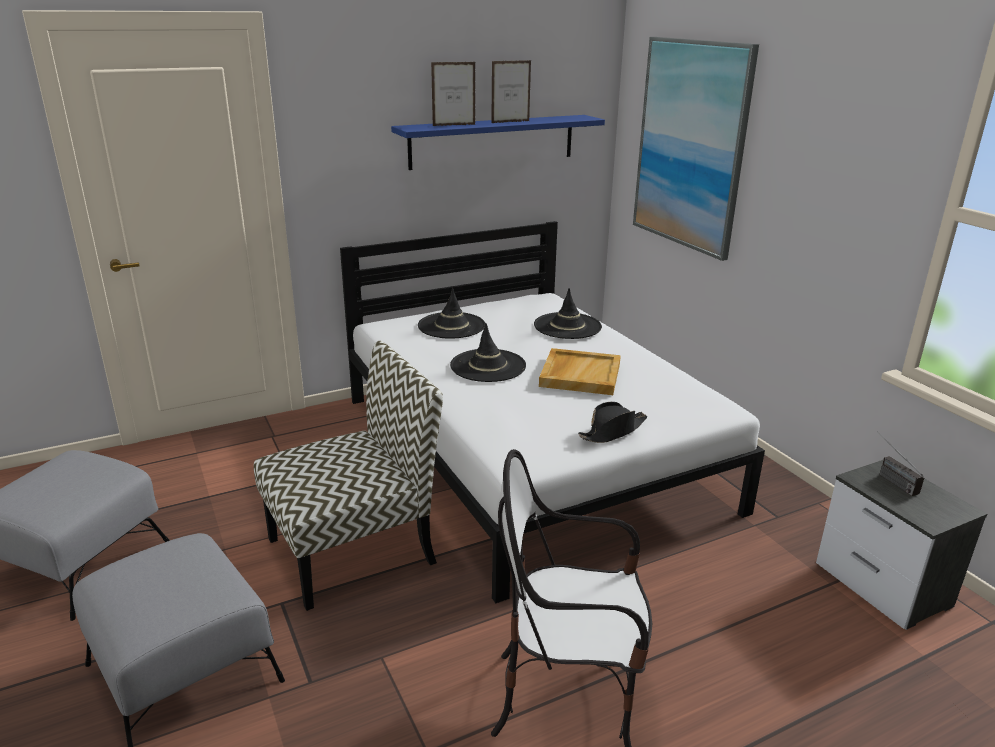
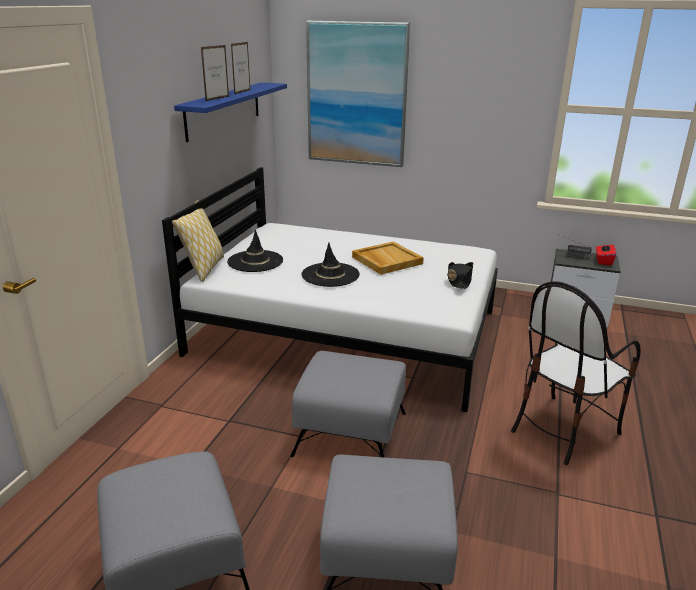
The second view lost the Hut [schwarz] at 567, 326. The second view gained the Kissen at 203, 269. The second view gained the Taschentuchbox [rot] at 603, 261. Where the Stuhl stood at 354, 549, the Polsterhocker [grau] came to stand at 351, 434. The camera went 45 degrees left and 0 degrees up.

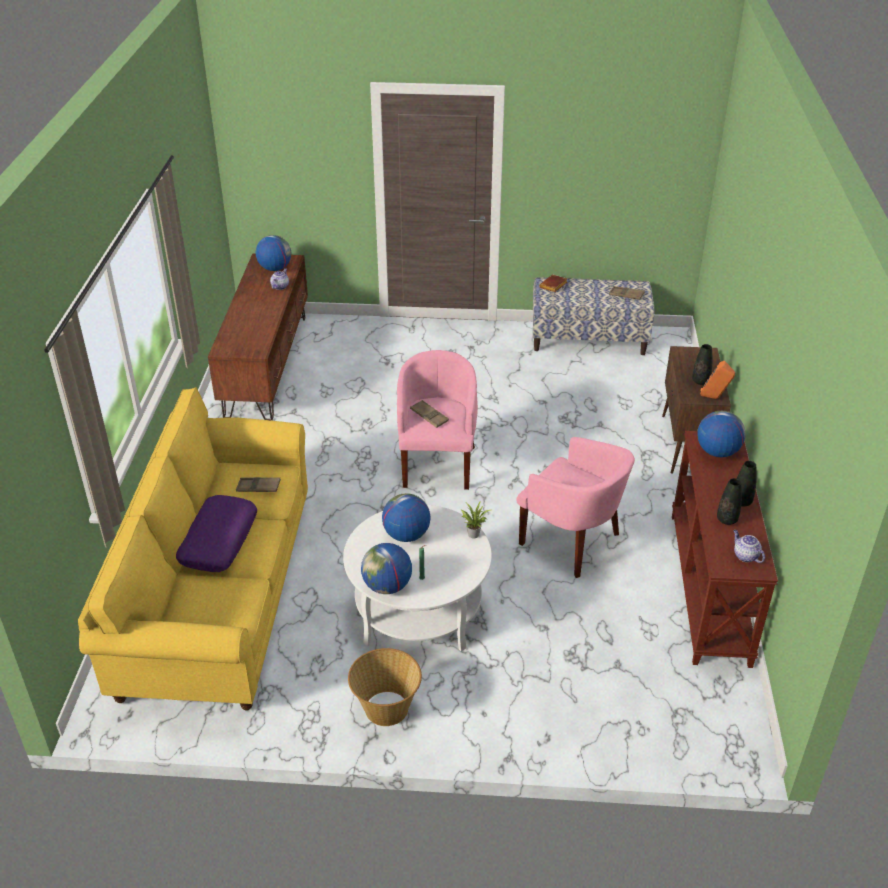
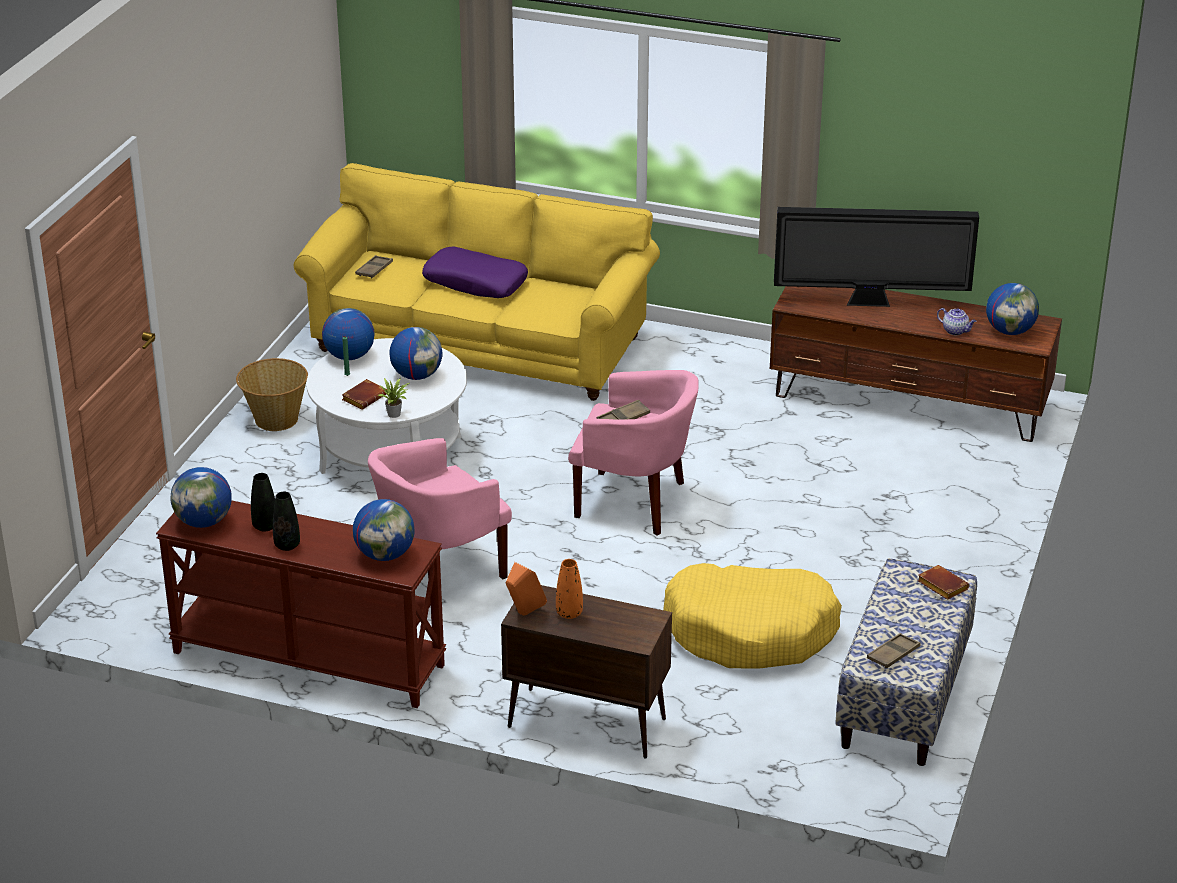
The second view gained the Buch [braun] at 364, 397. The second view gained the Hundebett [gelb] at 751, 631. The second view gained the Fernseher at 871, 303. The Tablett [braun] ended up elsewhere, having gone from 258, 487 to 374, 270. Where the Teekanne stood at 745, 556, the Globus came to stand at 204, 522. What was the Vase [schwarz] at 700, 381 turned into the Vase [orange] at 569, 613. The camera went 105 degrees right and 5 degrees down.

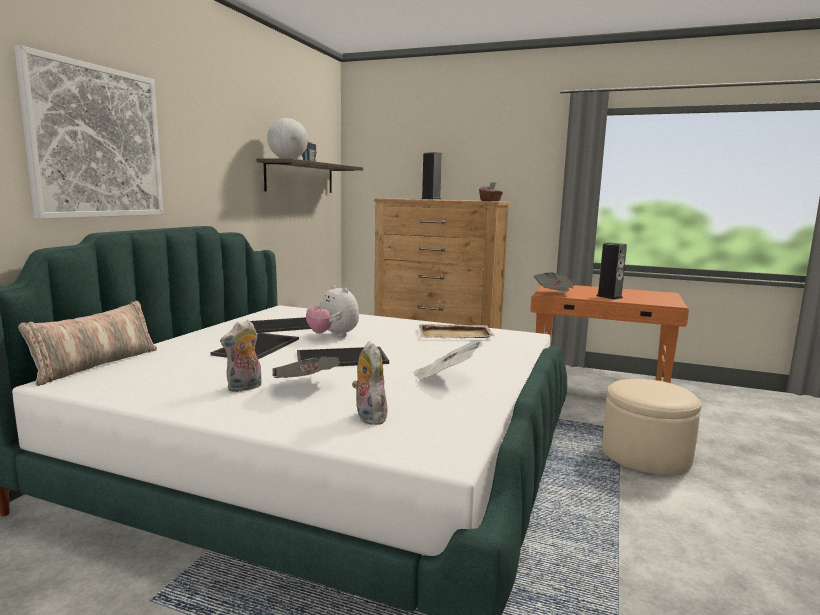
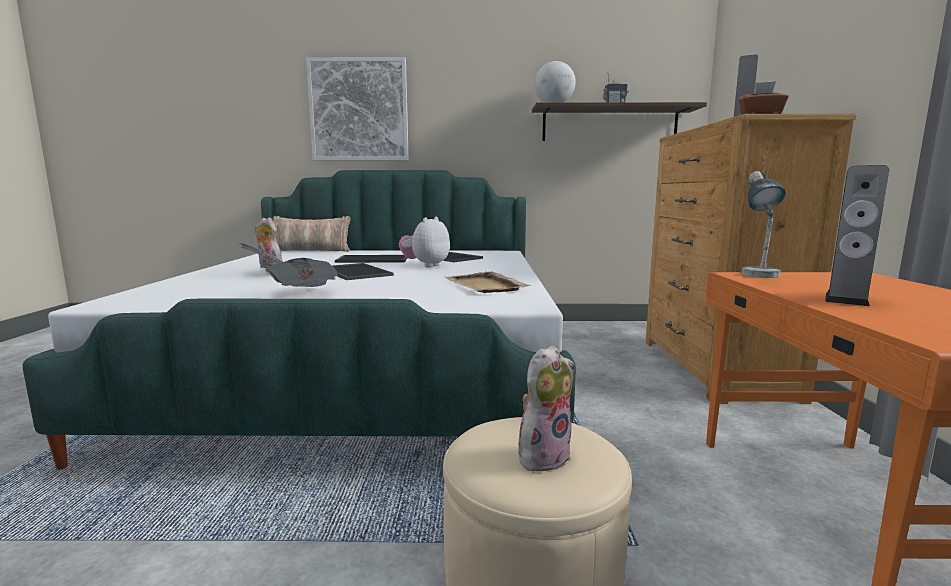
The Plüschtier ended up elsewhere, having gone from 368, 417 to 543, 456. Where the Zeitung stood at 554, 293, the Tischlampe came to stand at 758, 277. The camera went 70 degrees right and 0 degrees up.

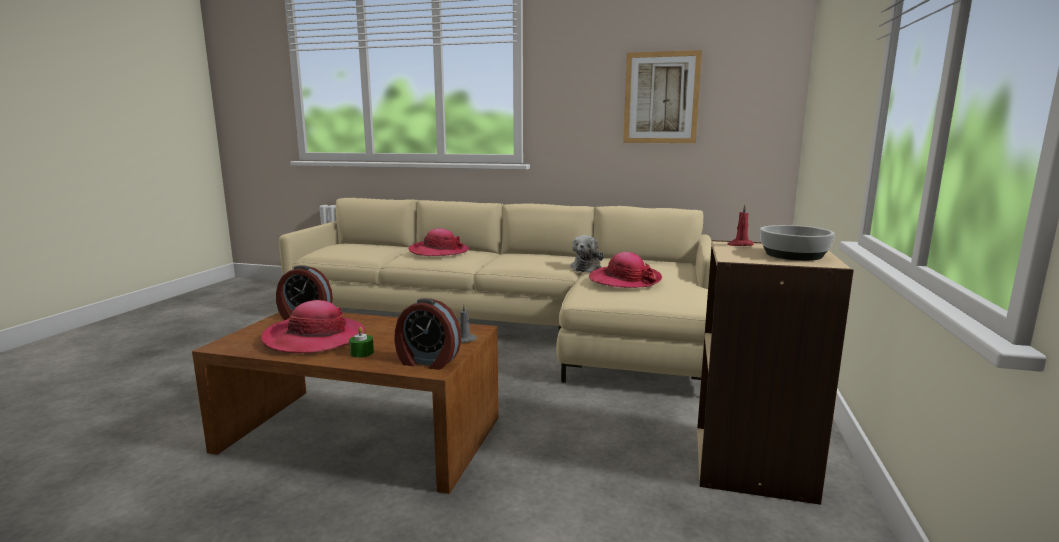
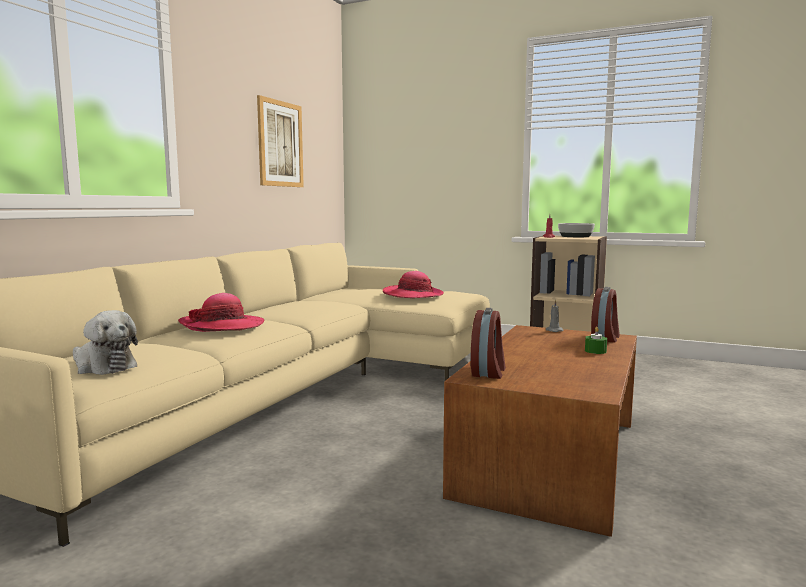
The second view lost the Hut at 315, 338. The Plüschtier ended up elsewhere, having gone from 587, 268 to 103, 366. The camera went 80 degrees left and 5 degrees down.

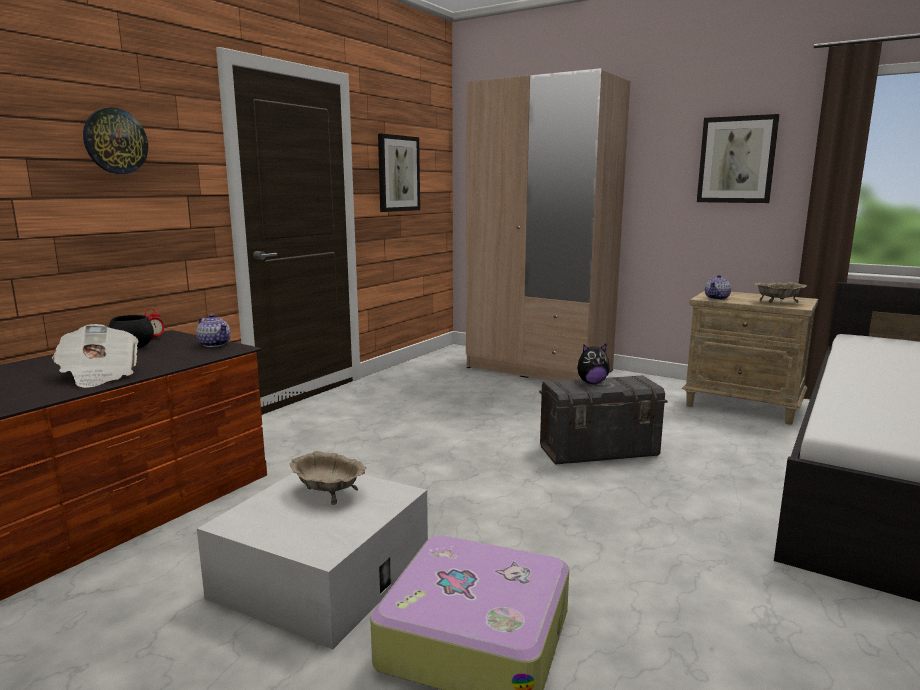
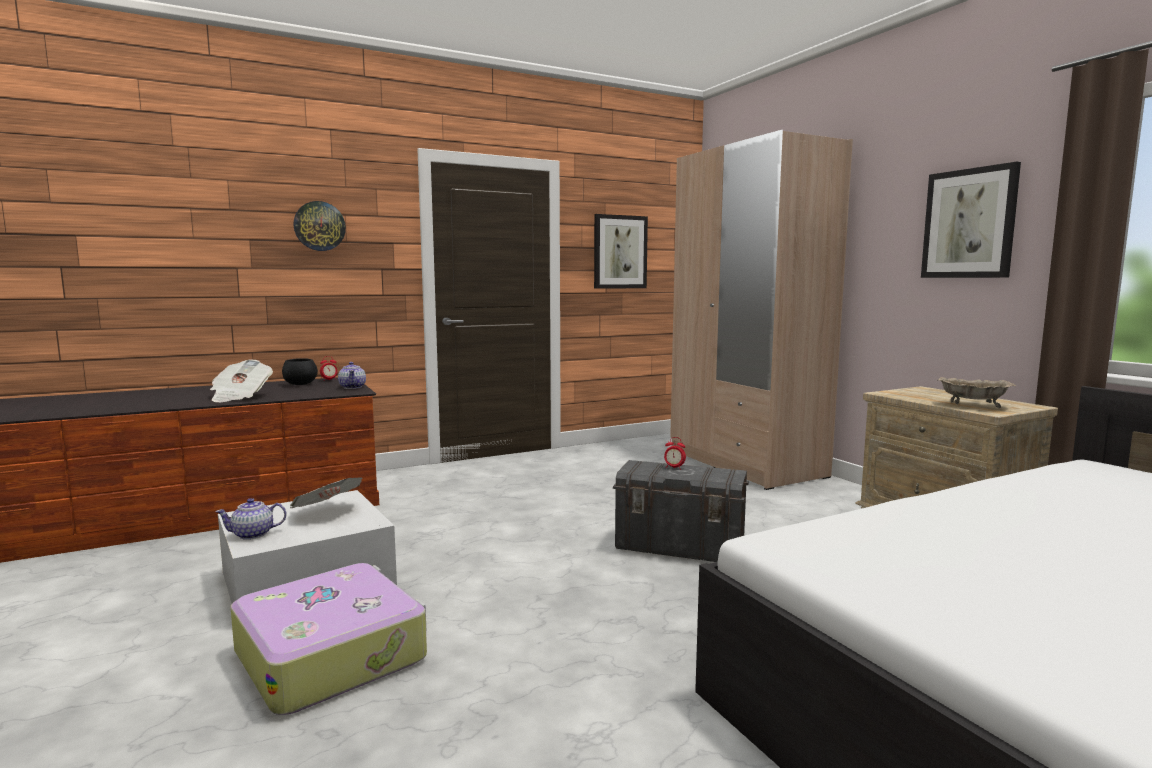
The Teekanne ended up elsewhere, having gone from 717, 298 to 253, 534. Where the Schüssel [beige] stood at 328, 493, the Zeitung came to stand at 327, 511. Where the Plüschtier stood at 591, 382, the Wecker came to stand at 674, 468. The camera went 30 degrees right and 5 degrees down.

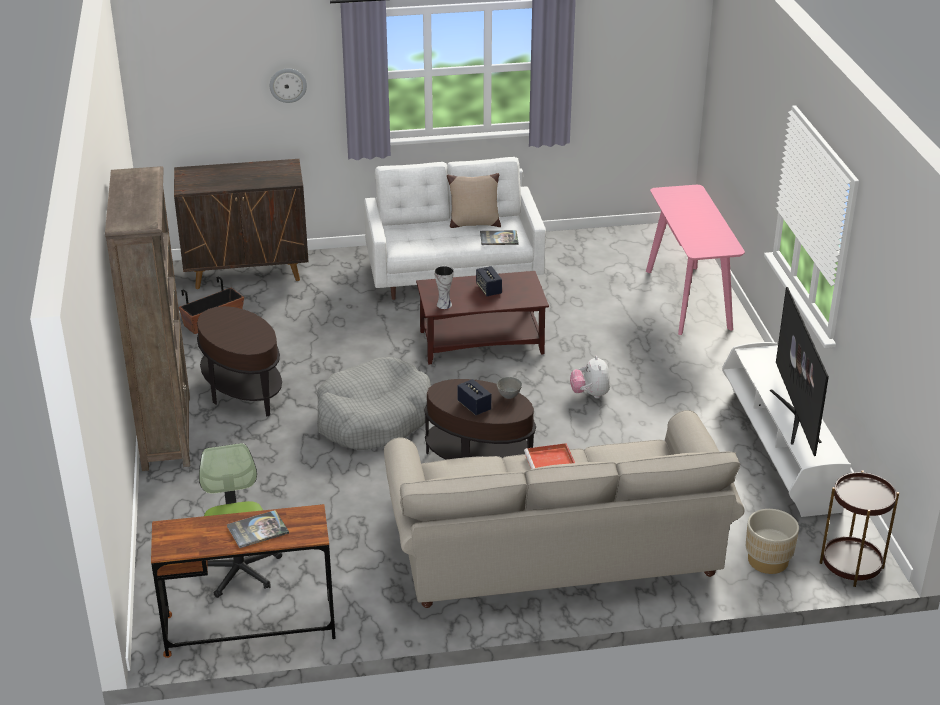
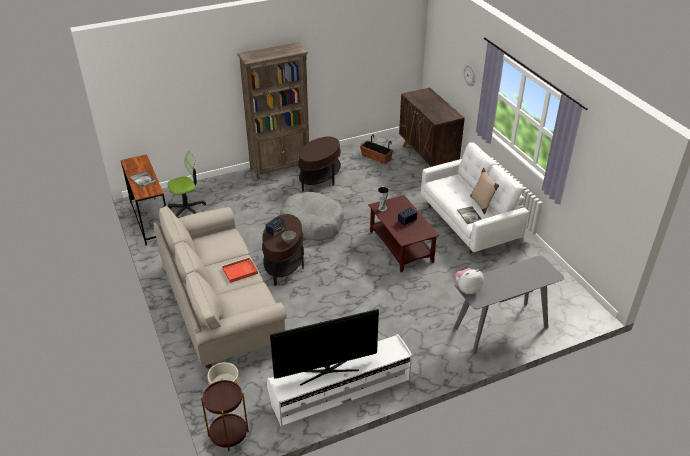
The Plüschtier ended up elsewhere, having gone from 590, 394 to 467, 289. What was the Konsolentisch [rosa] at 688, 299 turned into the Konsolentisch [grau] at 500, 328. The camera went 75 degrees right and 5 degrees up.

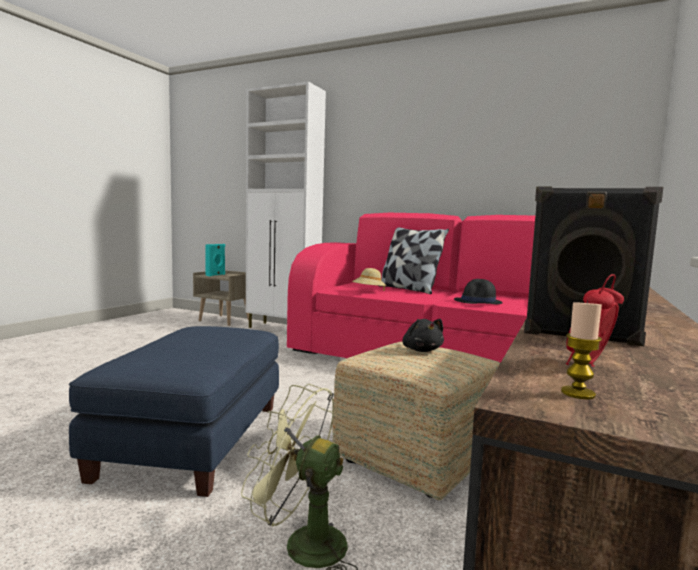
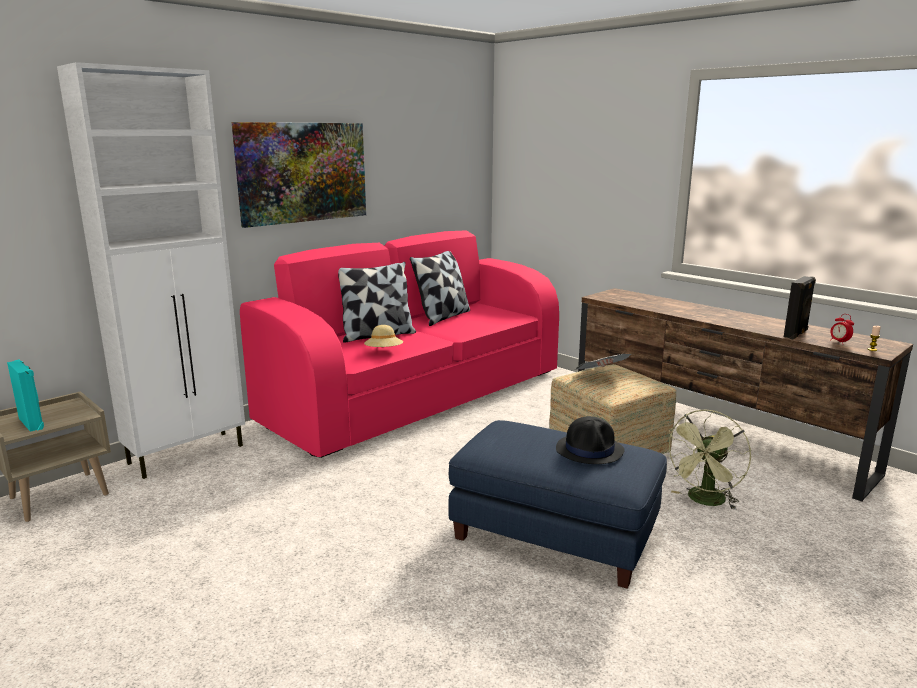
The second view gained the Bild at 303, 172. The second view gained the Kissen at 443, 317. The Hut [schwarz] ended up elsewhere, having gone from 478, 302 to 590, 450. Where the Plüschtier [schwarz] stood at 421, 350, the Zeitung came to stand at 601, 376. The camera went 70 degrees left and 10 degrees up.

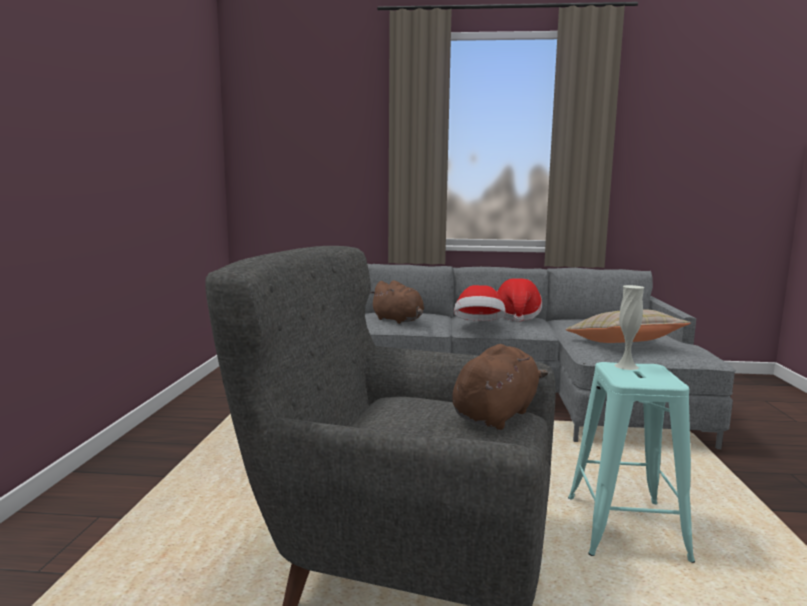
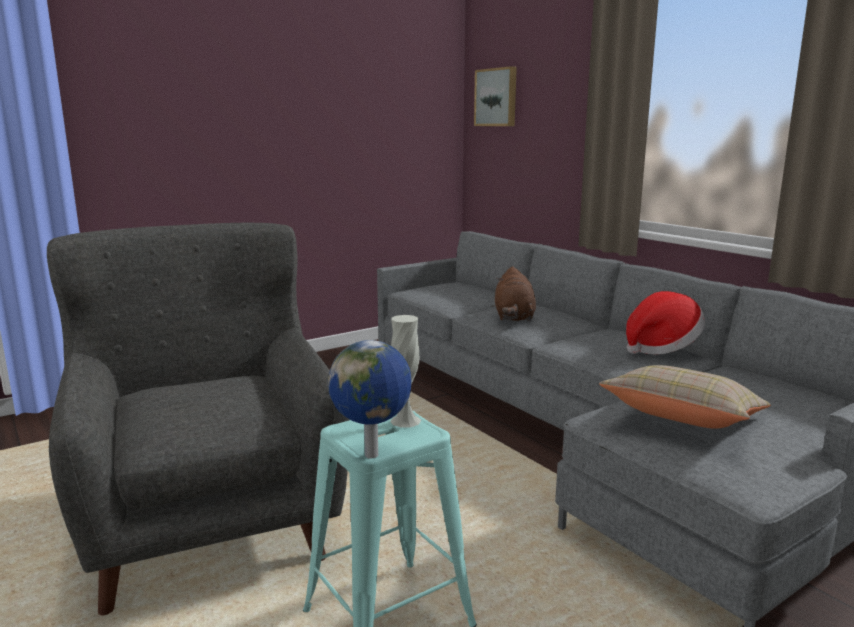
The second view lost the Plüschtier [braun] at 496, 414. The second view lost the Hut at 479, 325. The second view gained the Globus at 373, 455. The second view gained the Bild at 497, 97. The camera went 50 degrees right and 5 degrees up.

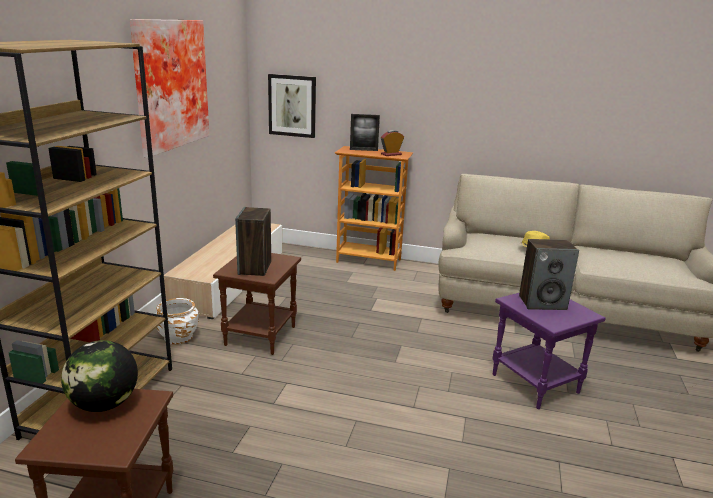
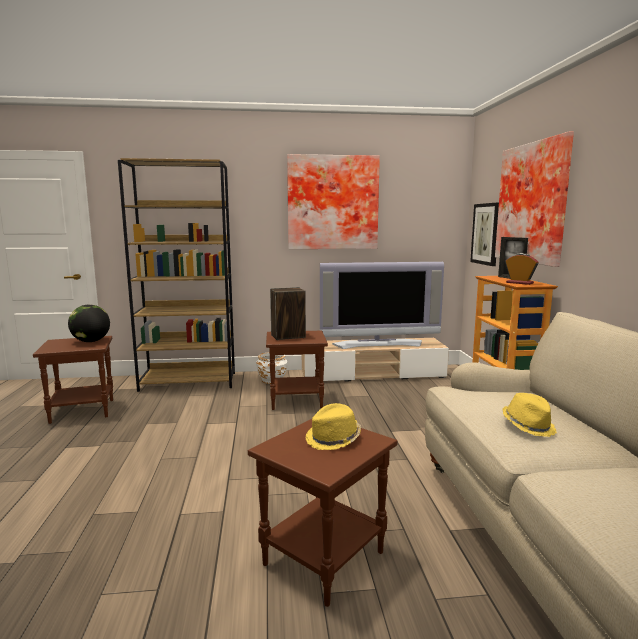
The second view gained the Fernseher at 378, 344. The second view gained the Bild at 534, 203. Where the Lautsprecher stood at 542, 302, the Hut [gelb] came to stand at 334, 439. What was the Beistelltisch [lila] at 536, 384 turned into the Beistelltisch [braun] at 324, 560. The camera went 70 degrees right and 10 degrees down.

